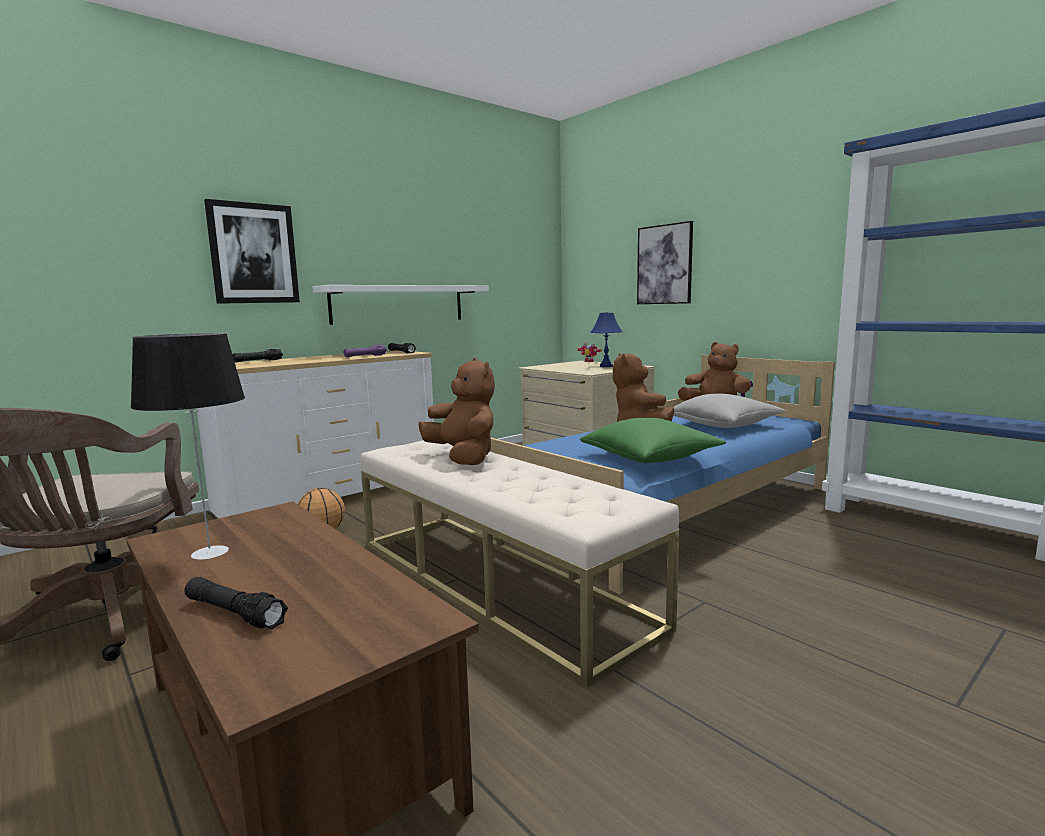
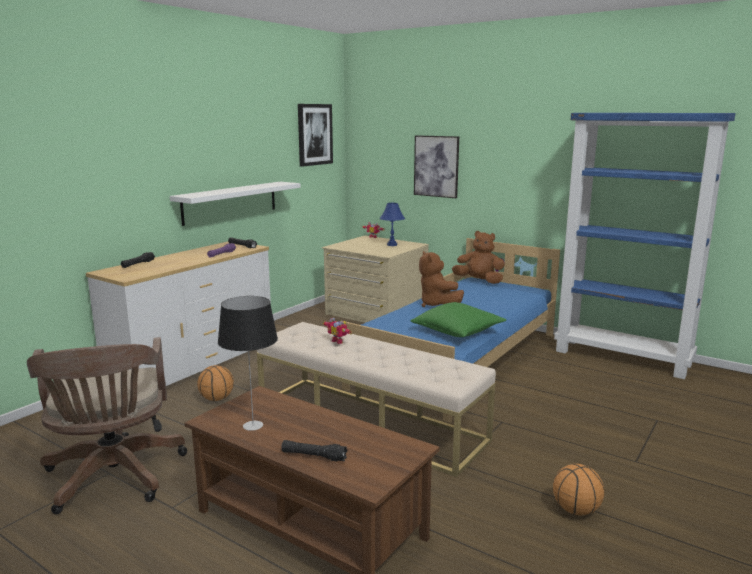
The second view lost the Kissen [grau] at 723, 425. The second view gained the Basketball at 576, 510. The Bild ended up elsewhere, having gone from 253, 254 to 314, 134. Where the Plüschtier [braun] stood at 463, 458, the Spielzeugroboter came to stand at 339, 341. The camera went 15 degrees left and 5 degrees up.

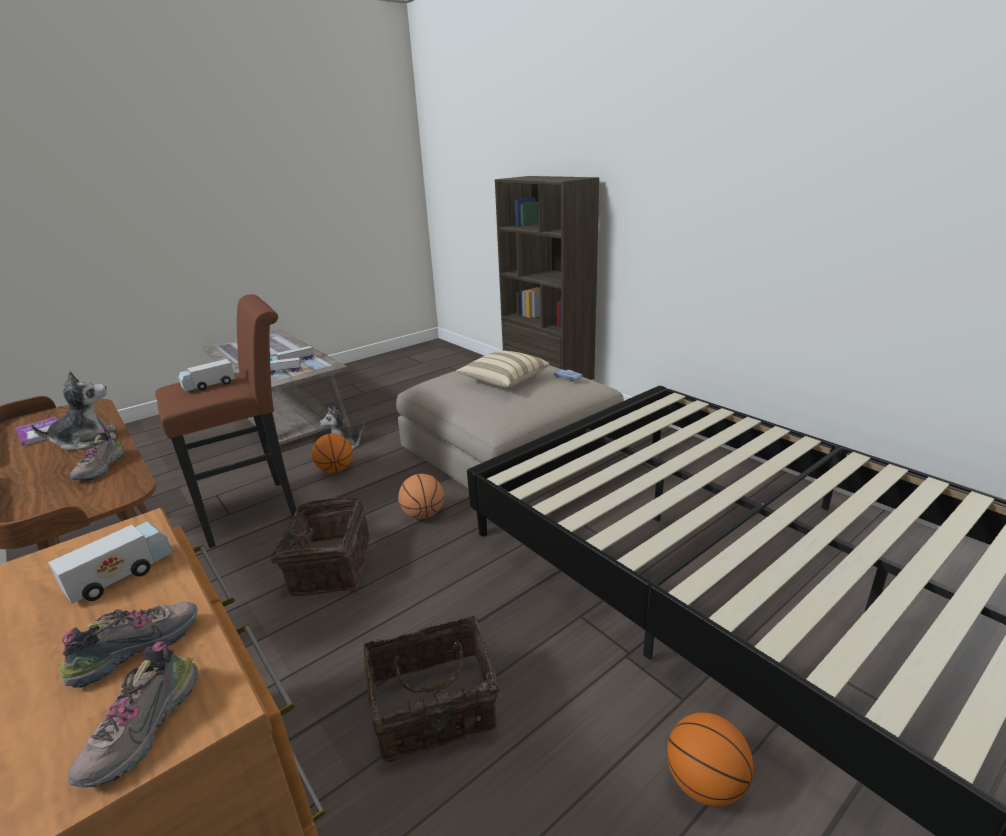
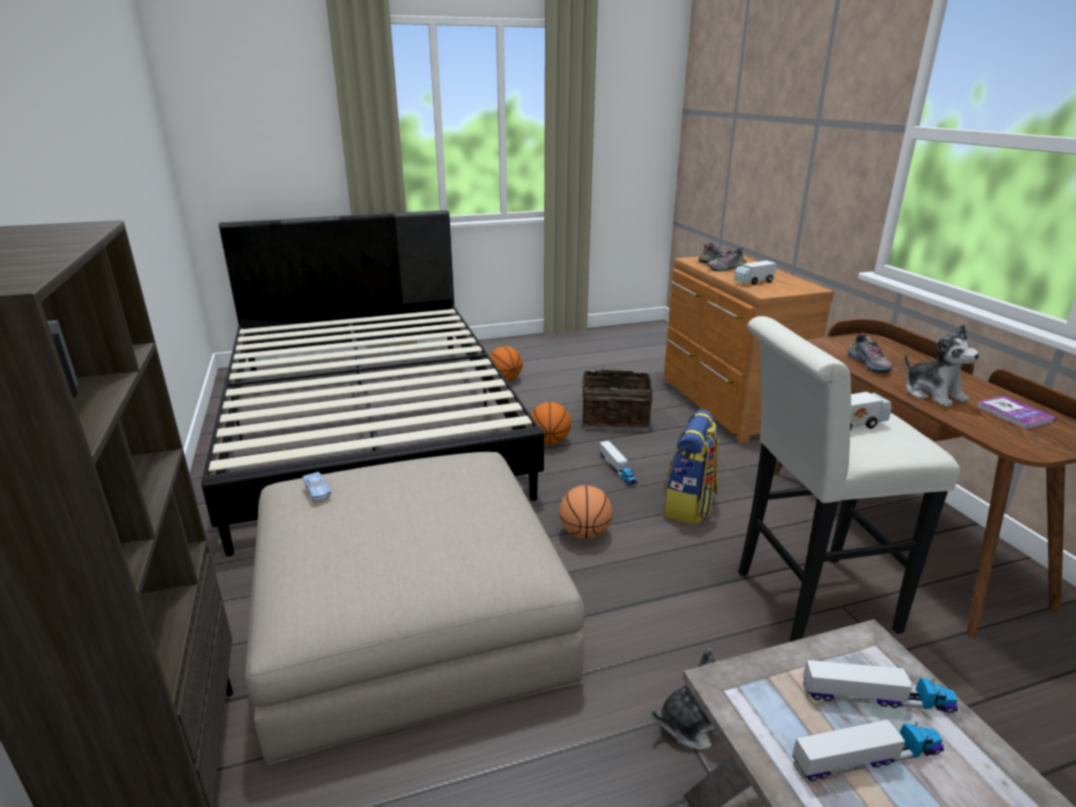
The second view lost the Kissen [beige] at 503, 381. The second view gained the Spielzeuglaster at 617, 469. The Basketball ended up elsewhere, having gone from 335, 470 to 549, 442. Where the Korb stood at 328, 566, the Rucksack came to stand at 689, 505. What was the Hocker [braun] at 256, 509 turned into the Hocker [weiß] at 804, 602. The Plüschtier at 86, 440 ended up facing another way, 105 degrees counterclockwise from before. The Schuh at 101, 468 ended up facing another way, 150 degrees clockwise from before. The camera went 160 degrees left and 0 degrees up.

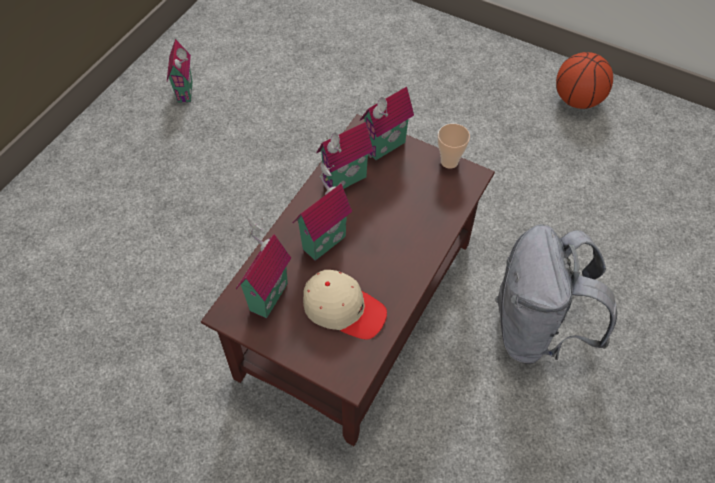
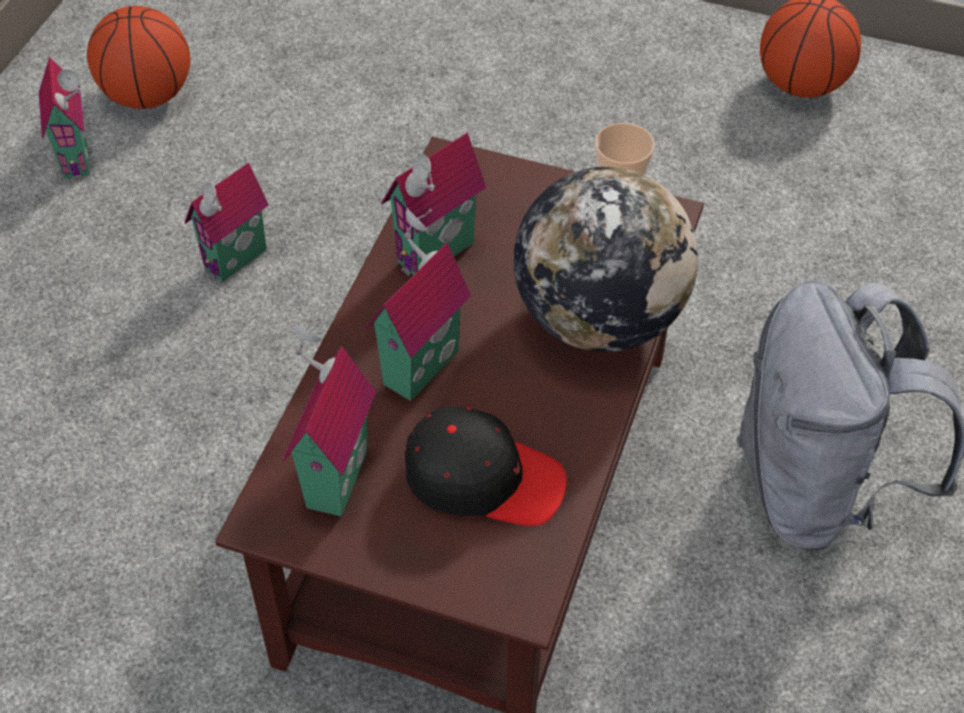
The second view gained the Basketball at 149, 96. The second view gained the Globus at 599, 318. The Spielzeughaus ended up elsewhere, having gone from 386, 148 to 238, 261. What was the Kappe [beige] at 344, 309 turned into the Kappe [schwarz] at 483, 478. The camera went 10 degrees left and 5 degrees down.

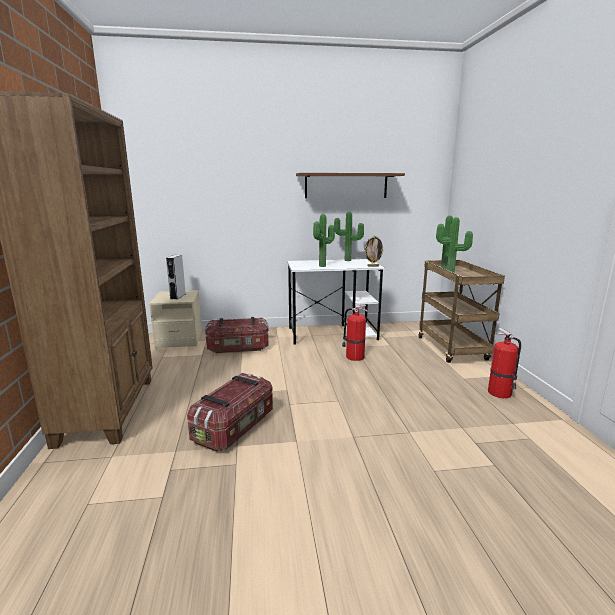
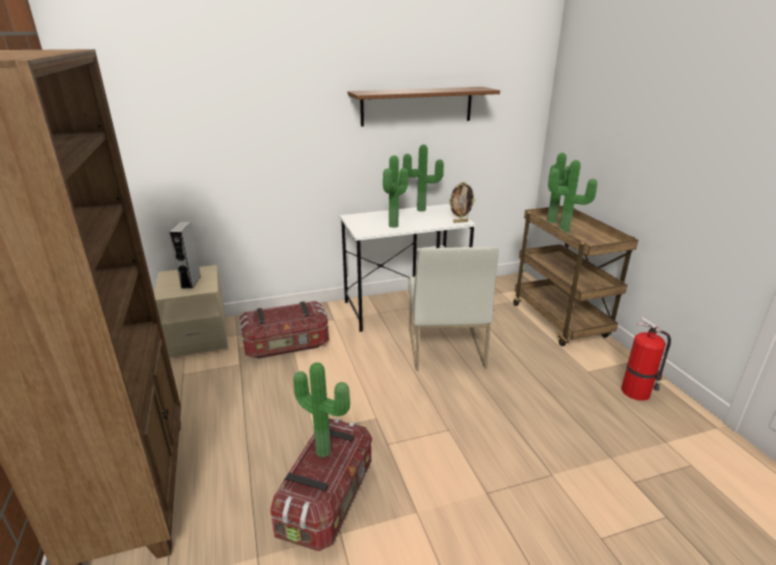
The second view gained the Topfpflanze at 325, 449. Where the Feuerlöscher stood at 354, 357, the Stuhl [weiß] came to stand at 444, 347. The camera went 10 degrees left and 10 degrees up.

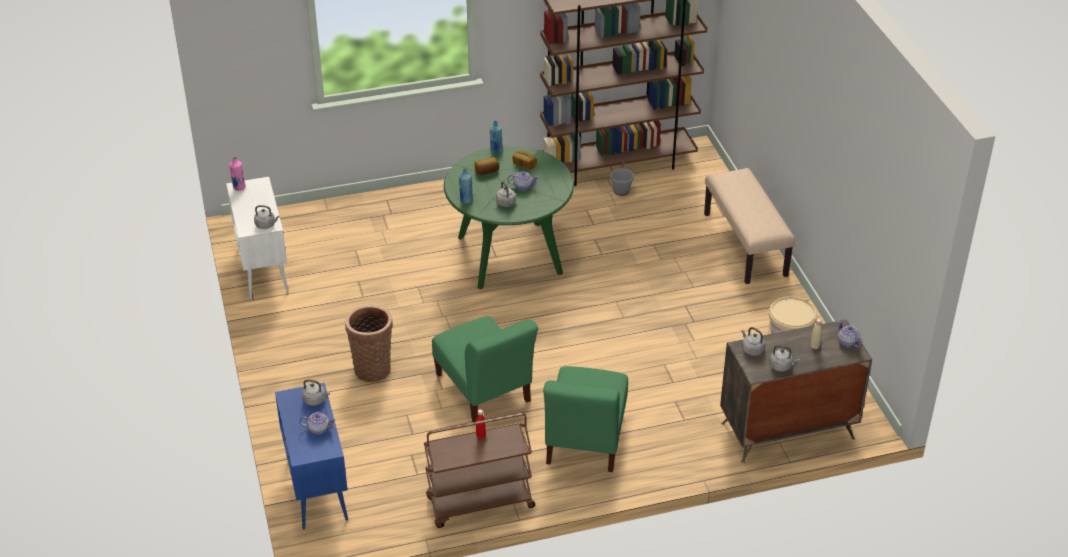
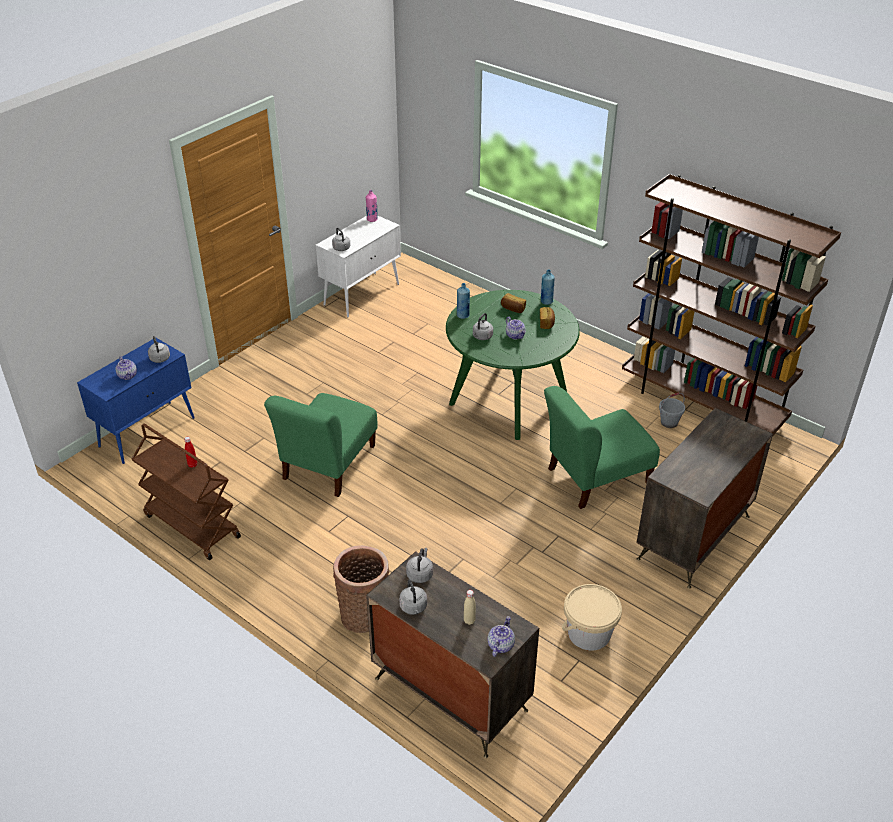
The Korb ended up elsewhere, having gone from 372, 367 to 364, 615. The Stuhl [grün] ended up elsewhere, having gone from 584, 441 to 594, 478. Where the Bank [beige] stood at 746, 245, the Kommode came to stand at 693, 537. The camera went 55 degrees right and 0 degrees up.

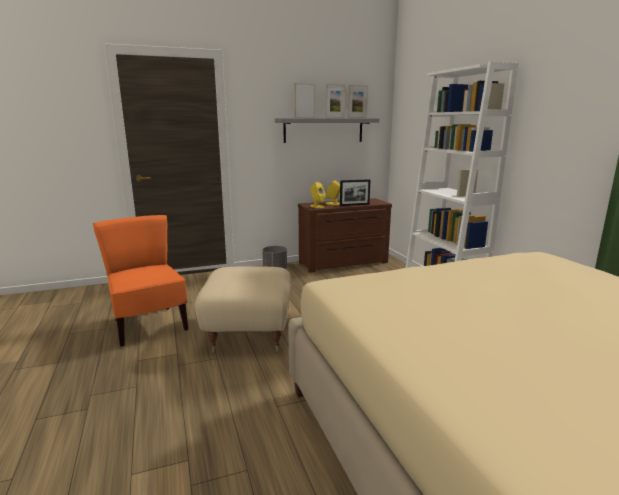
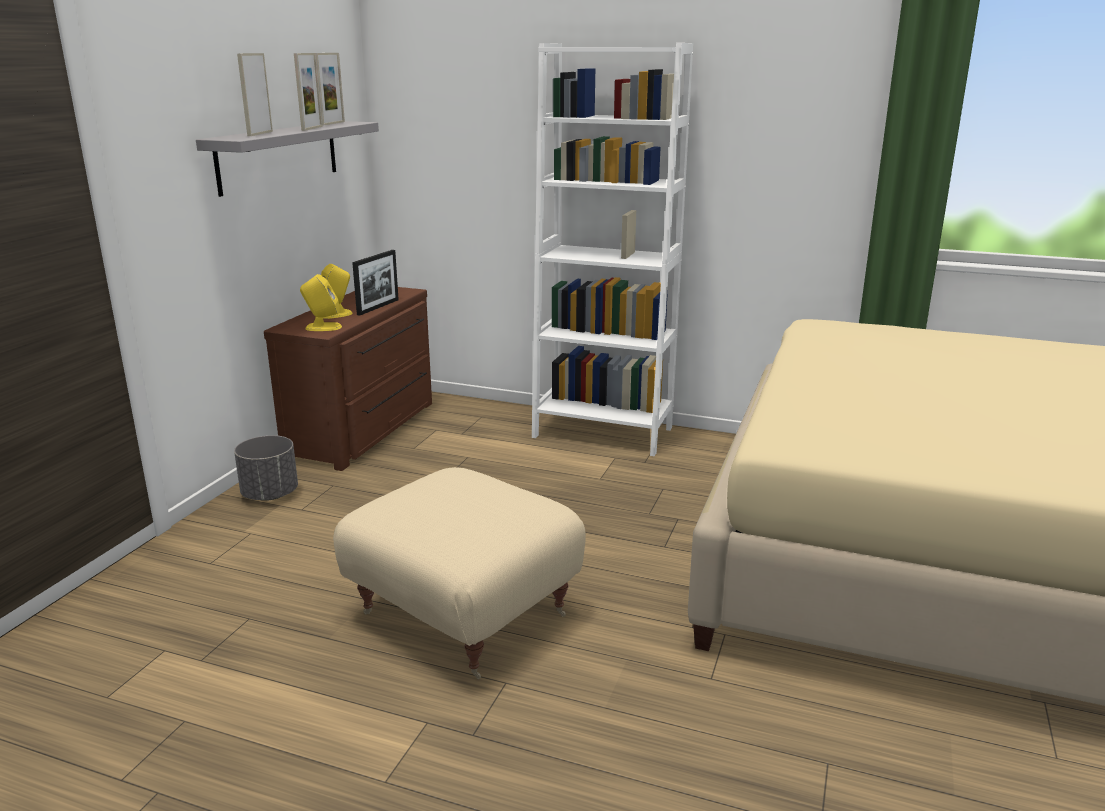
The second view lost the Stuhl [orange] at 148, 325. The camera went 50 degrees left and 5 degrees up.

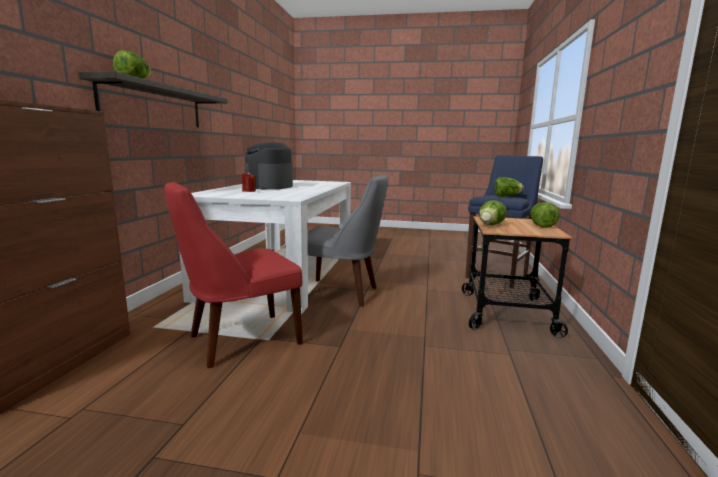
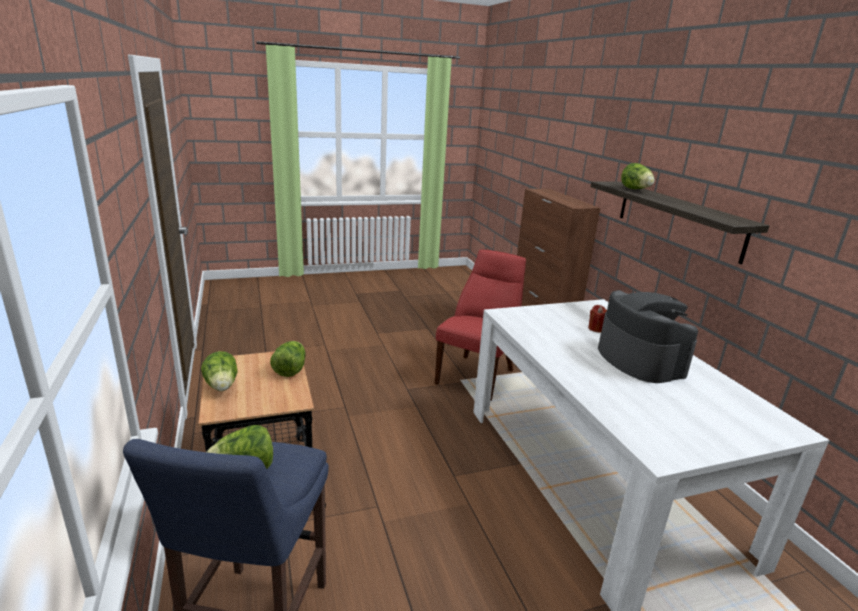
The second view lost the Stuhl [grau] at 341, 293. The camera went 150 degrees right and 10 degrees up.

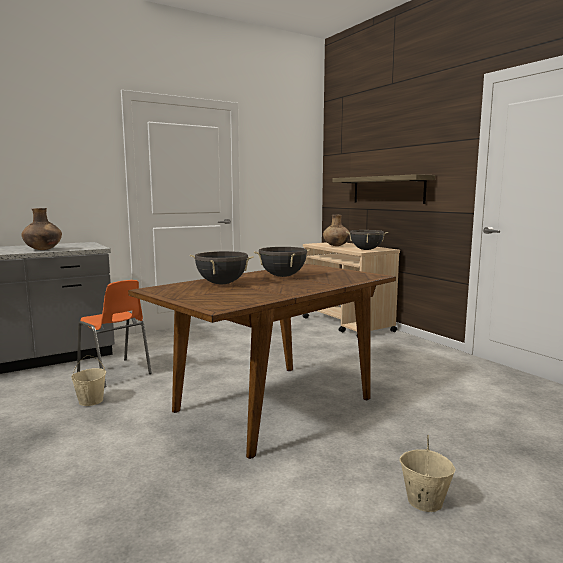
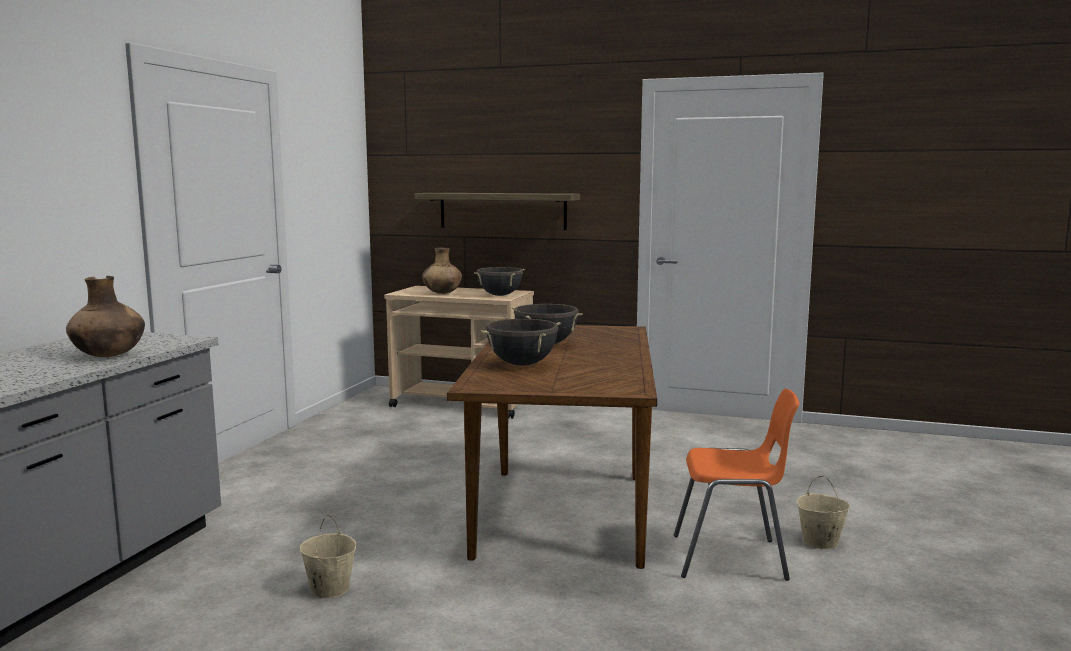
The Stuhl [orange] ended up elsewhere, having gone from 115, 373 to 732, 558. The camera went 40 degrees left and 0 degrees up.

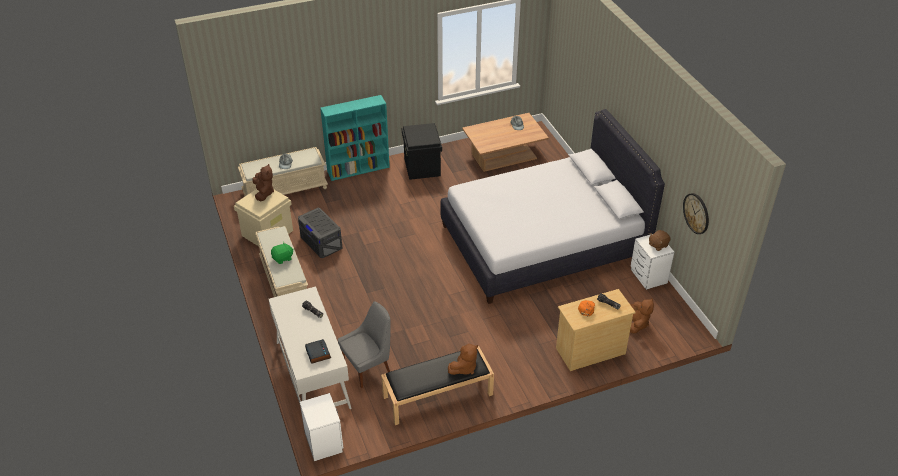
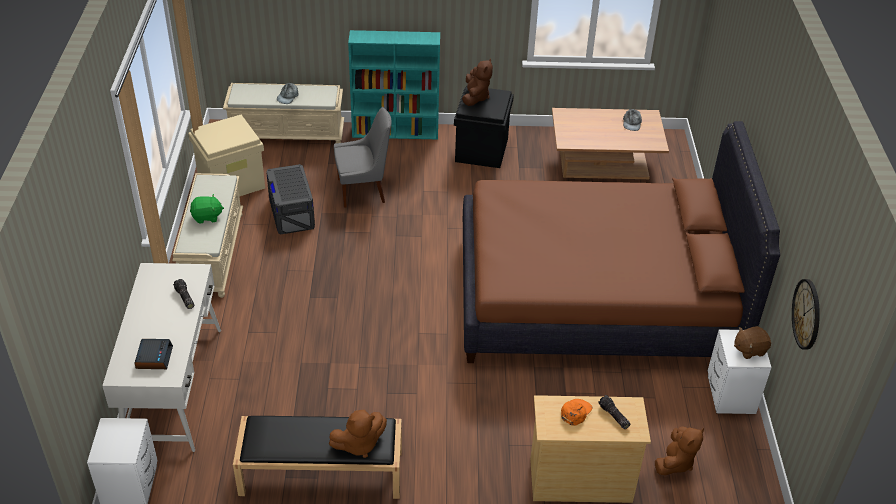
The Plüschtier [braun] ended up elsewhere, having gone from 264, 193 to 475, 97. The Stuhl [grau] ended up elsewhere, having gone from 368, 367 to 363, 190. What was the Bett [weiß] at 543, 242 turned into the Bett [braun] at 595, 297. The camera went 20 degrees right and 0 degrees up.

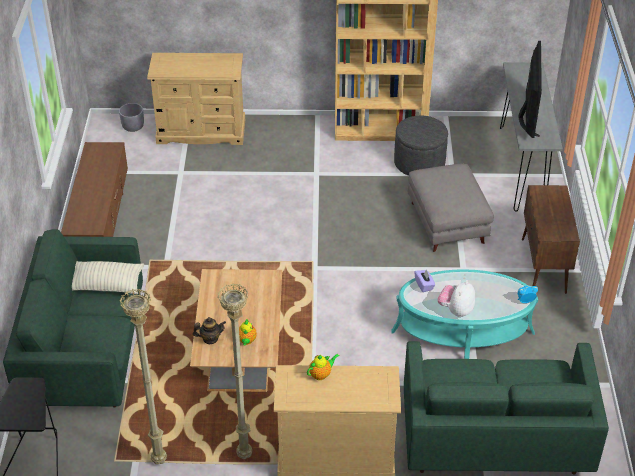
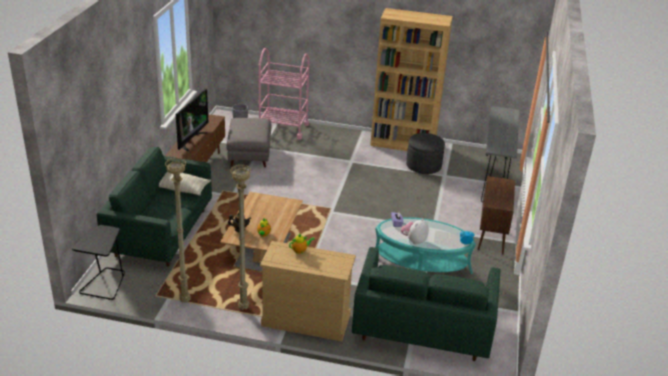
The Polsterhocker [grau] ended up elsewhere, having gone from 446, 223 to 249, 154. The Fernseher ended up elsewhere, having gone from 527, 118 to 191, 140. Where the Kommode [beige] stood at 201, 132, the Rollwagen [rosa] came to stand at 283, 128. The camera went 10 degrees right and 10 degrees down.

